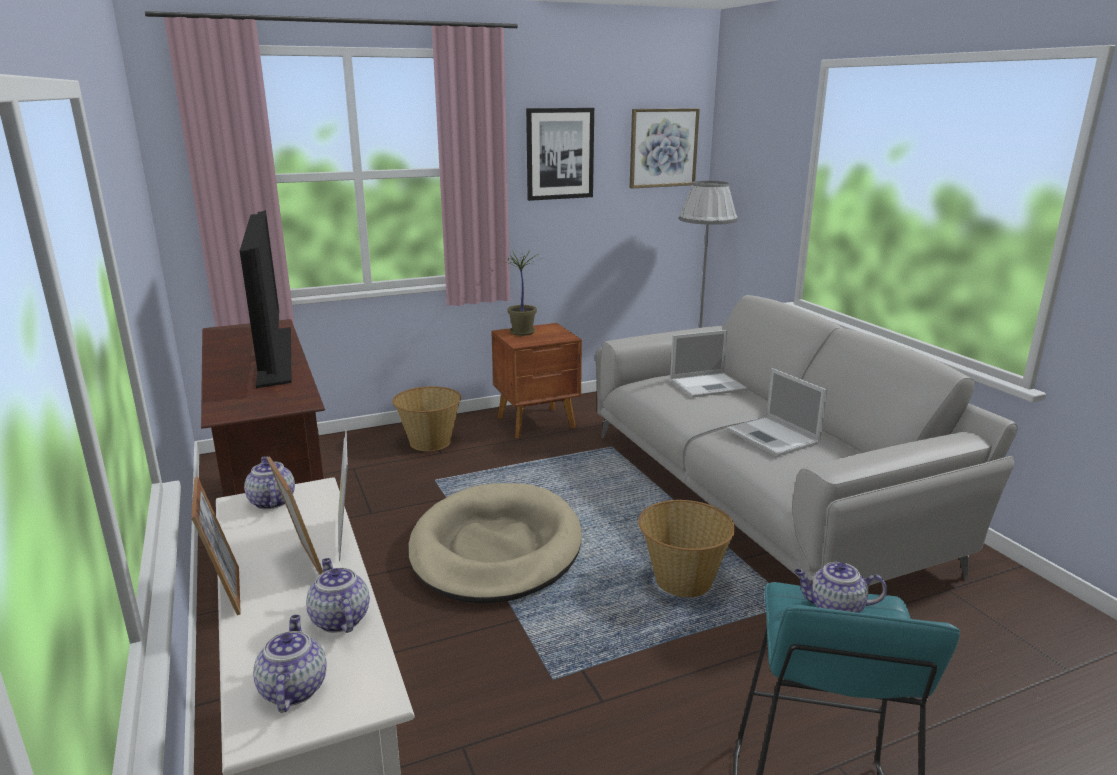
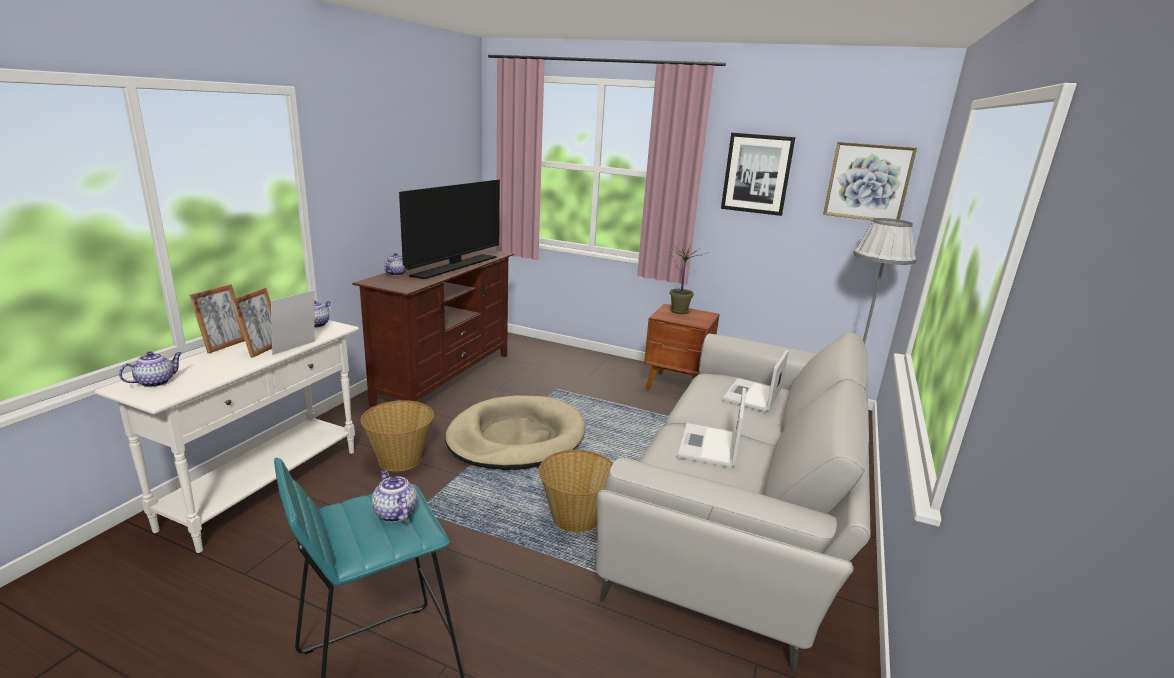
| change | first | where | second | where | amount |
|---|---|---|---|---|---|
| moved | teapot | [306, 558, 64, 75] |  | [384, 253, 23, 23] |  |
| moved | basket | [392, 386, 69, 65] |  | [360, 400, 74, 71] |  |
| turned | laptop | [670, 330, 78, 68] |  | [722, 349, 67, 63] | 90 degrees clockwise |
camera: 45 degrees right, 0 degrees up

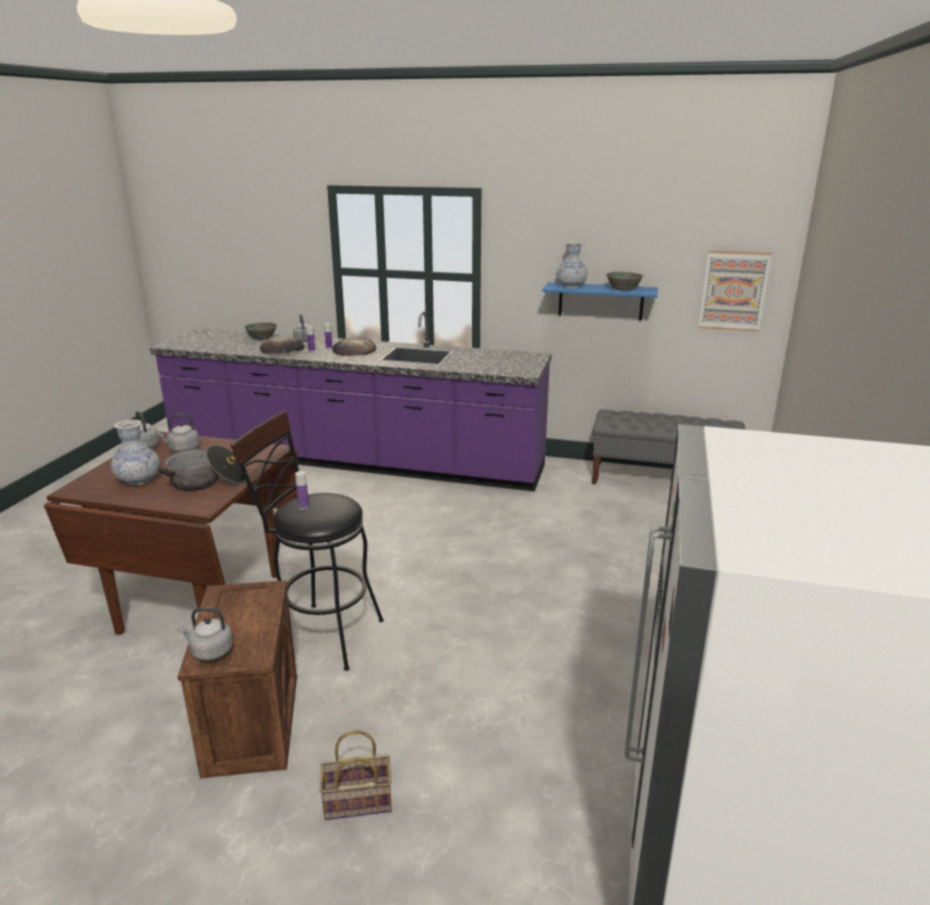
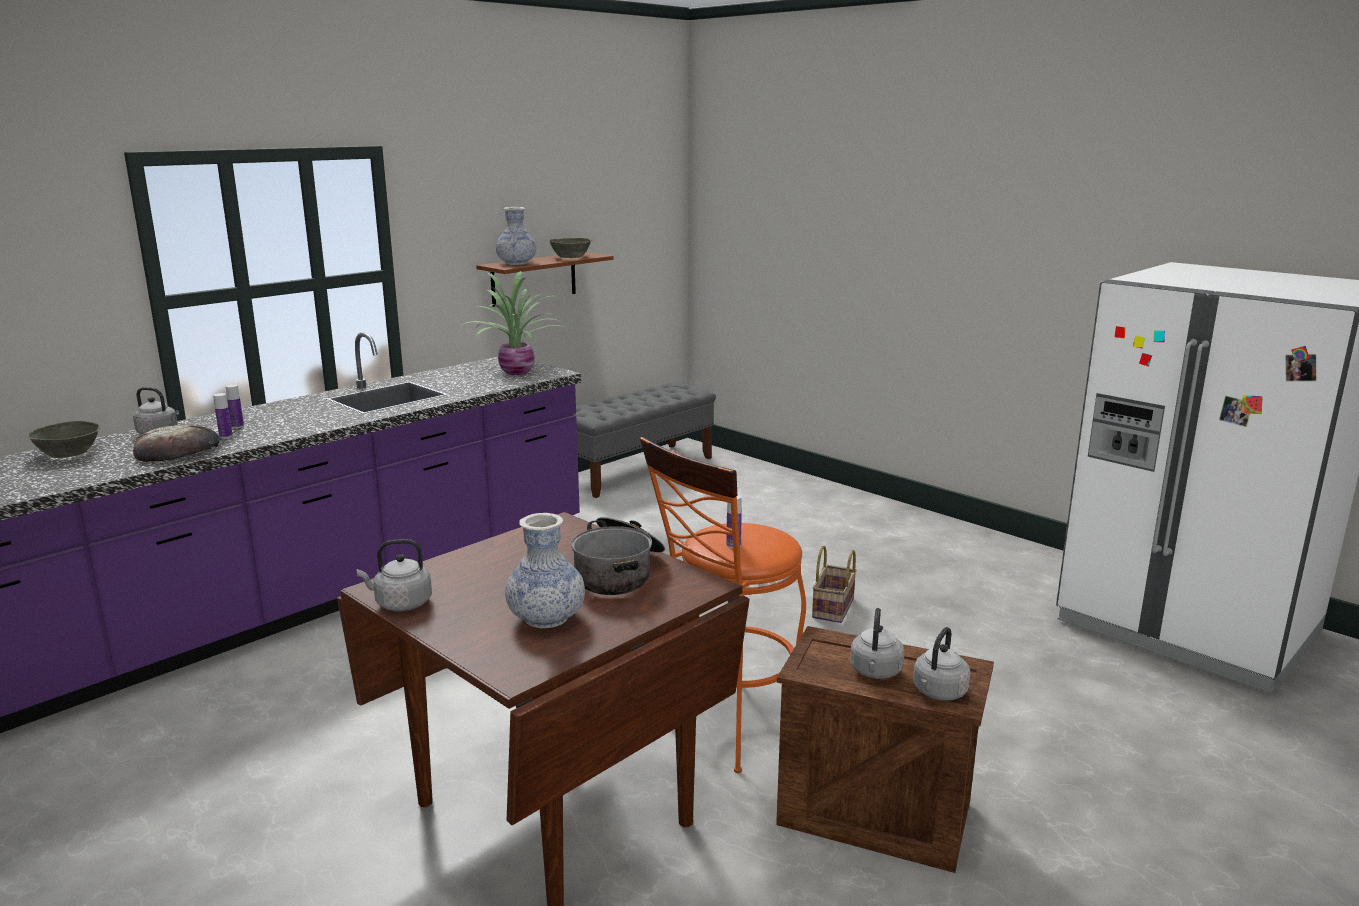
| change | first | where | second | where | amount |
|---|---|---|---|---|---|
| removed | bakery bread | [332, 337, 44, 19] |  |  |  |
| removed | wall picture | [699, 251, 73, 81] |  |  |  |
| added |  |  | houseplant | [458, 271, 109, 104] |  |
| moved | tea kettle/gray | [157, 414, 43, 38] |  | [850, 608, 54, 71] |  |
| moved | basket | [320, 730, 72, 90] |  | [812, 546, 45, 77] |  |
| recoloured | sitting stool/black | [230, 411, 154, 260] | sitting stool/orange | [640, 437, 166, 336] |  |
| recoloured | bracket shelf/blue | [542, 282, 116, 39] | bracket shelf/brownish | [476, 252, 137, 55] |  |
camera: 60 degrees left, 5 degrees down

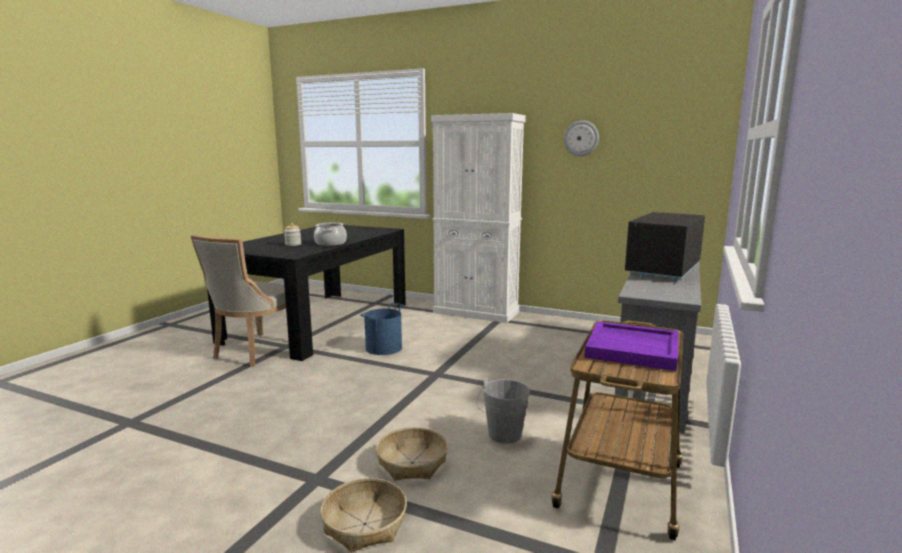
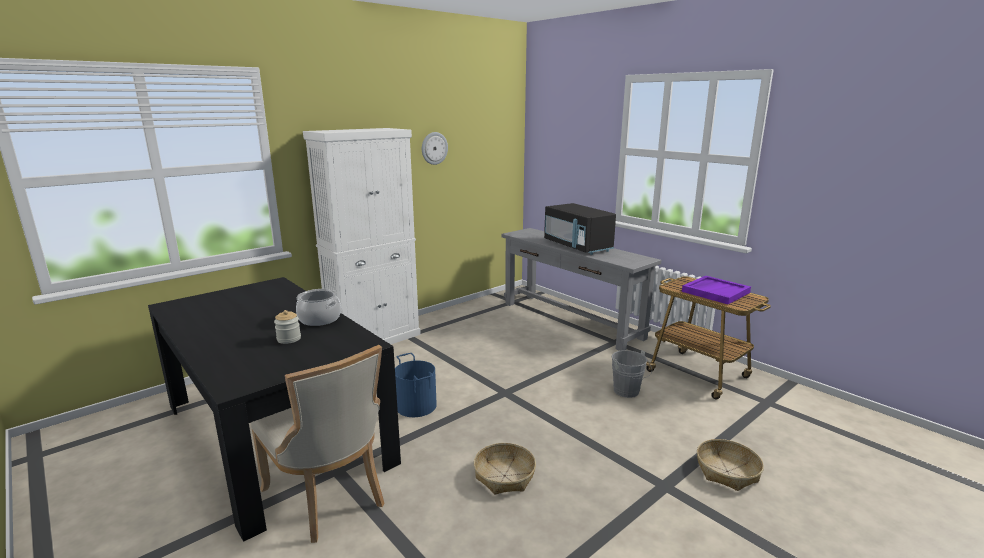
| change | first | where | second | where | amount |
|---|---|---|---|---|---|
| moved | basket | [376, 427, 72, 54] |  | [474, 443, 62, 52] |  |
camera: 65 degrees left, 5 degrees up

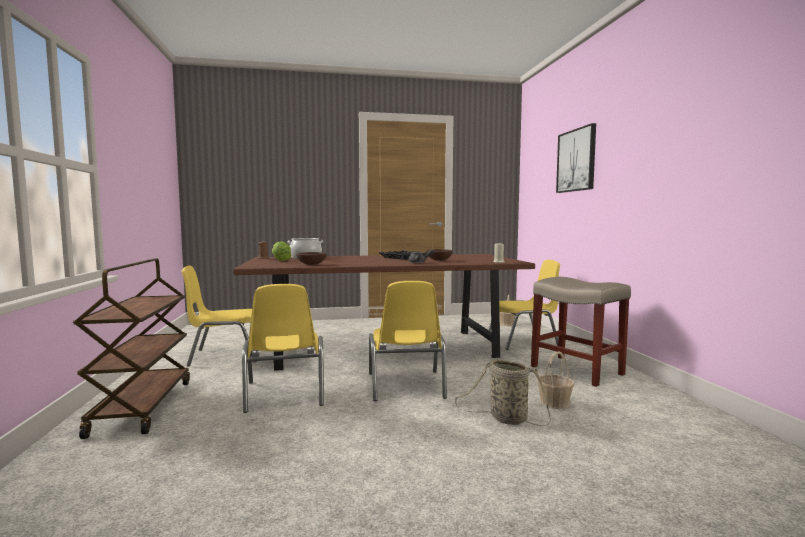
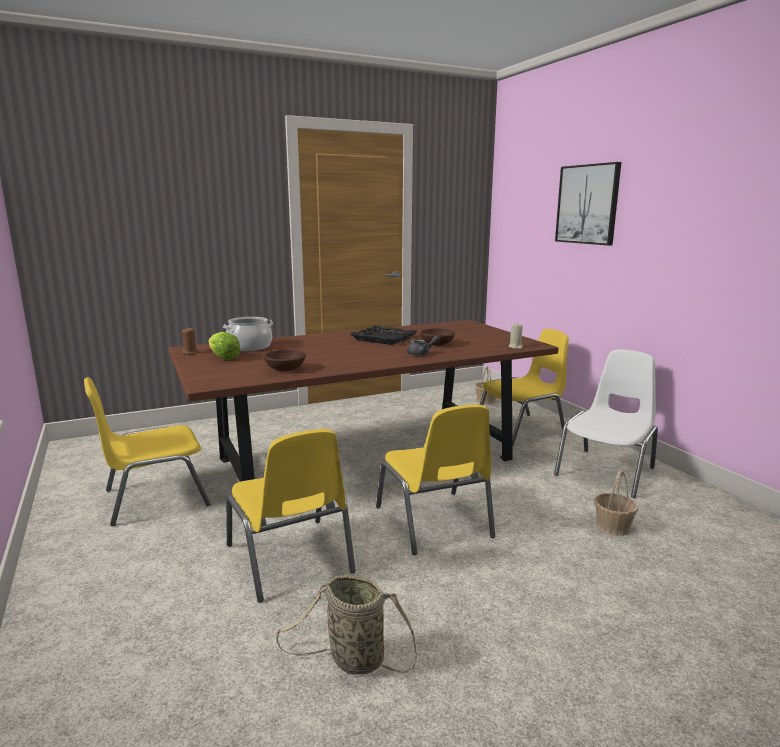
| change | first | where | second | where | amount |
|---|---|---|---|---|---|
| removed | cart/brownish | [73, 258, 117, 181] |  |  |  |
| moved | basket | [455, 360, 96, 66] |  | [276, 575, 141, 100] |  |
| replaced | sitting stool/sand-coloured | [531, 277, 100, 110] | plain chair/whitish | [554, 349, 104, 149] |  |
camera: 15 degrees left, 10 degrees up

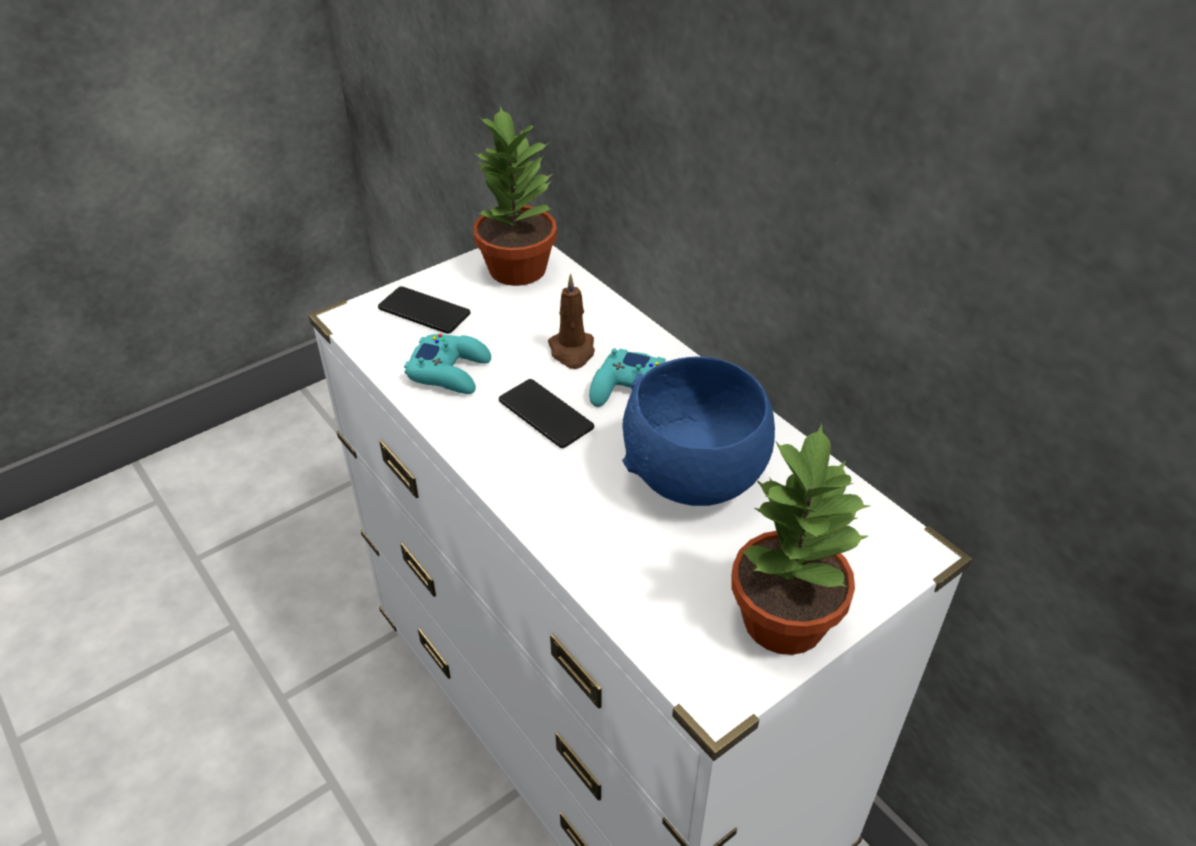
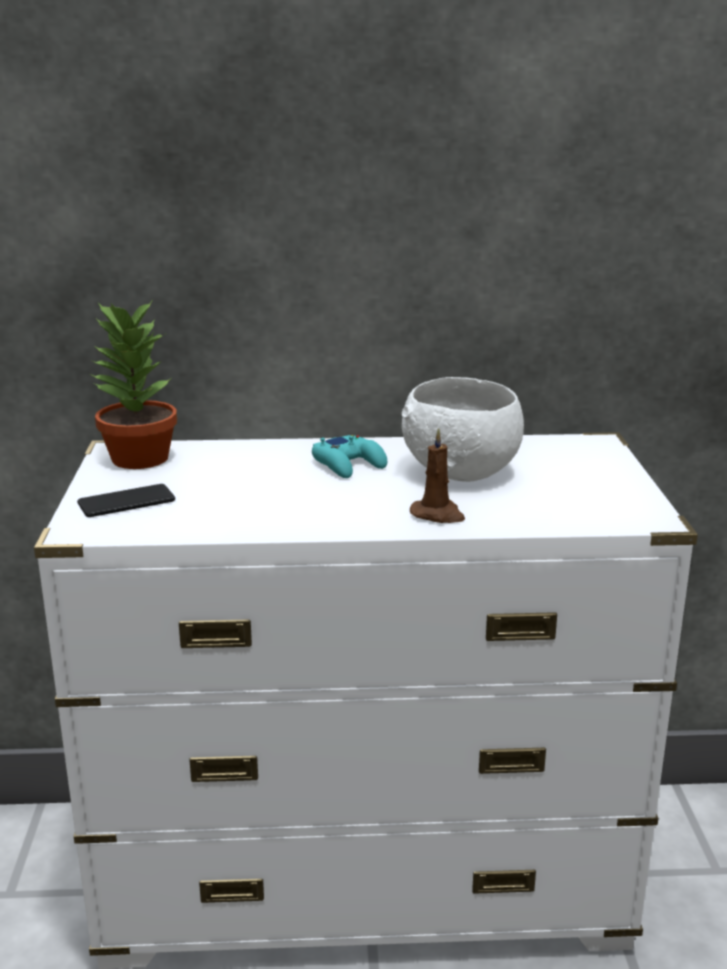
| change | first | where | second | where | amount |
|---|---|---|---|---|---|
| removed | joypad/blue-green | [404, 334, 87, 60] |  |  |  |
| removed | phone | [499, 379, 95, 69] |  |  |  |
| removed | houseplant | [732, 424, 139, 231] |  |  |  |
| moved | candle/brownish | [548, 274, 47, 95] |  | [410, 428, 55, 95] |  |
| recoloured | bowl/blue | [622, 357, 153, 149] | bowl/whitish | [402, 377, 122, 105] |  |
camera: 55 degrees left, 20 degrees down

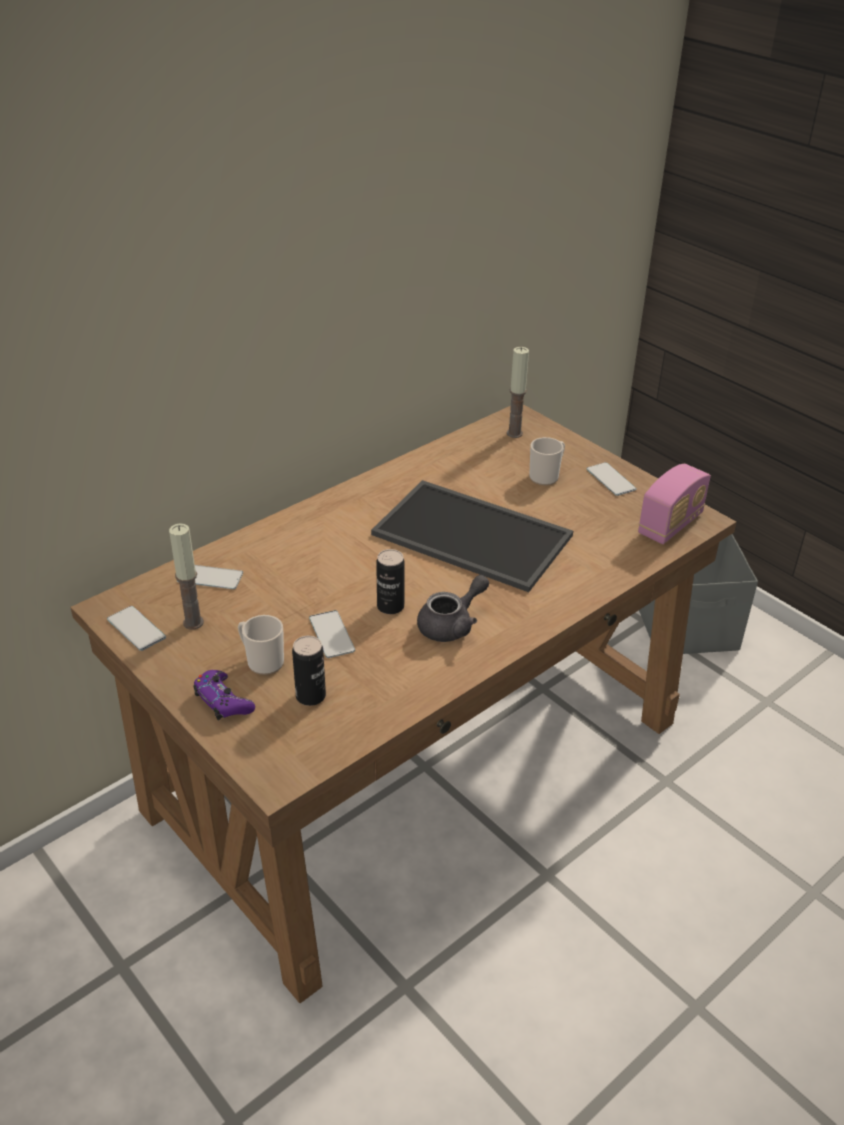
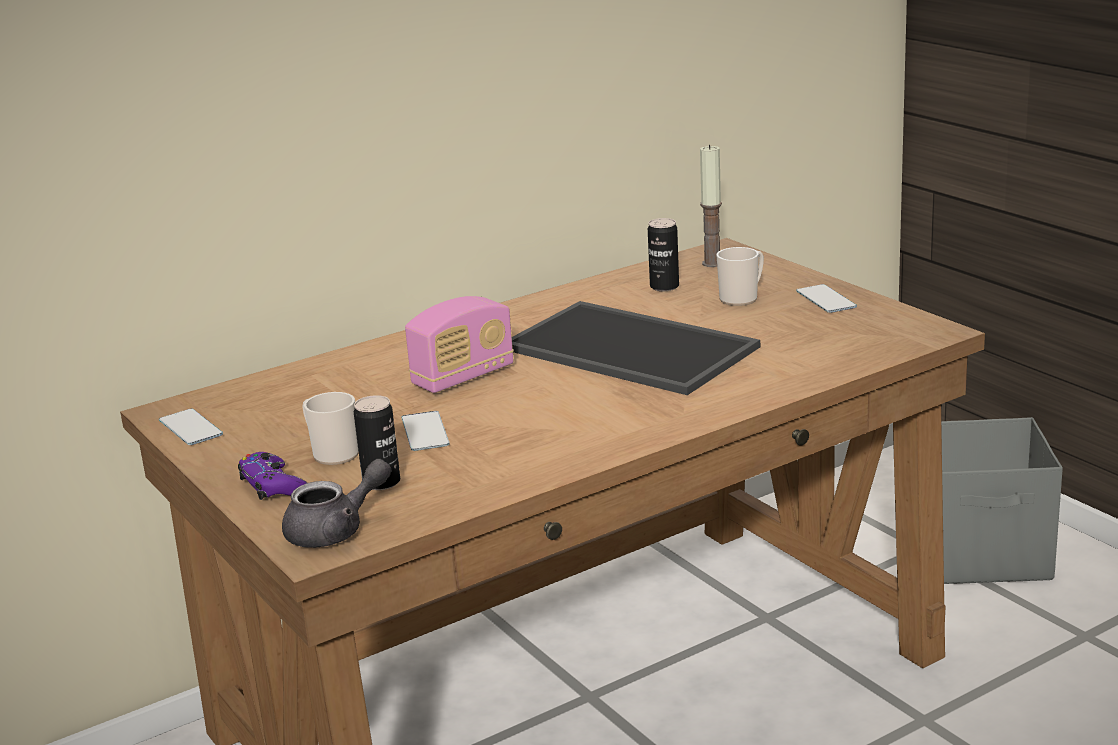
| change | first | where | second | where | amount |
|---|---|---|---|---|---|
| removed | candle | [169, 523, 35, 107] |  |  |  |
| removed | phone | [177, 565, 66, 24] |  |  |  |
| moved | metal can | [376, 549, 29, 65] |  | [648, 218, 31, 73] |  |
| moved | teapot/gray | [417, 575, 72, 67] |  | [282, 459, 109, 89] |  |
| moved | radio | [638, 464, 73, 80] |  | [405, 296, 109, 97] |  |
camera: 10 degrees right, 15 degrees down

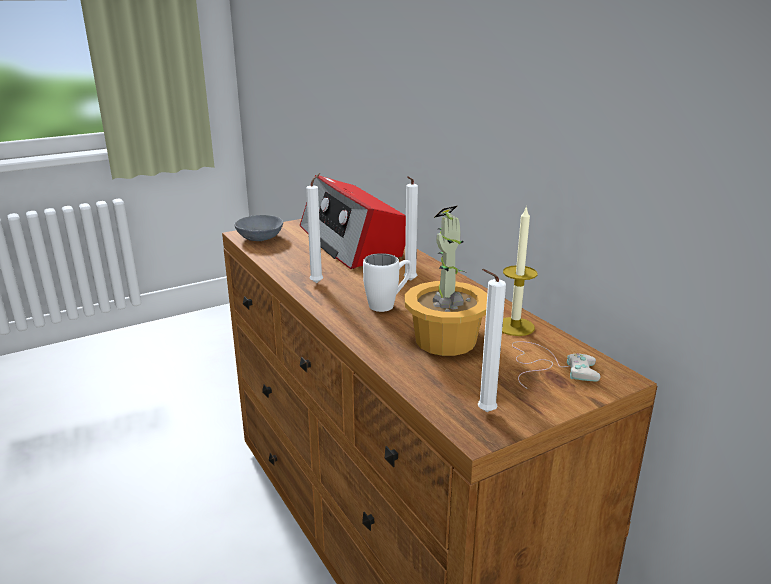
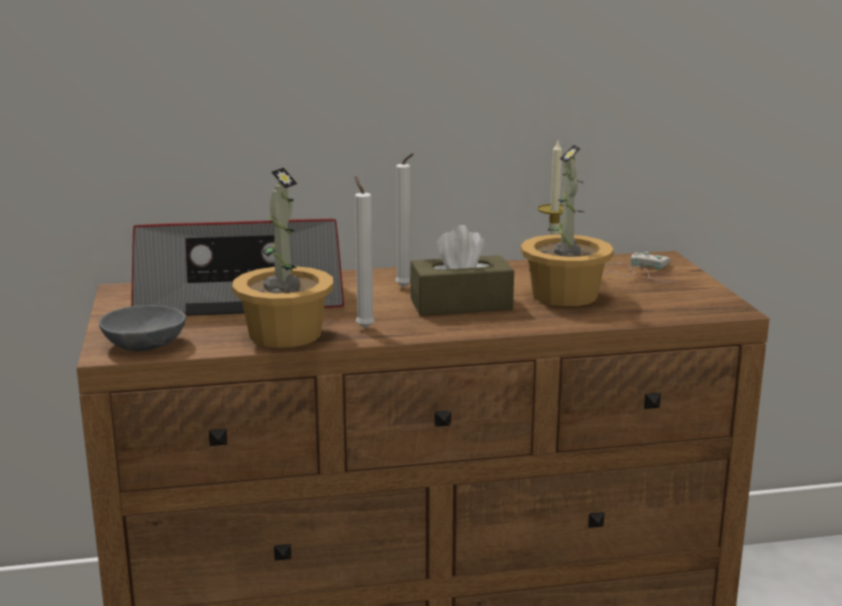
| change | first | where | second | where | amount |
|---|---|---|---|---|---|
| removed | candle/whitish | [478, 269, 28, 143] |  |  |  |
| added |  |  | houseplant | [232, 168, 101, 180] |  |
| replaced | coffee mug/whitish | [363, 253, 49, 59] | box of tissues/brownish | [410, 225, 104, 91] |  |
camera: 70 degrees left, 5 degrees down

